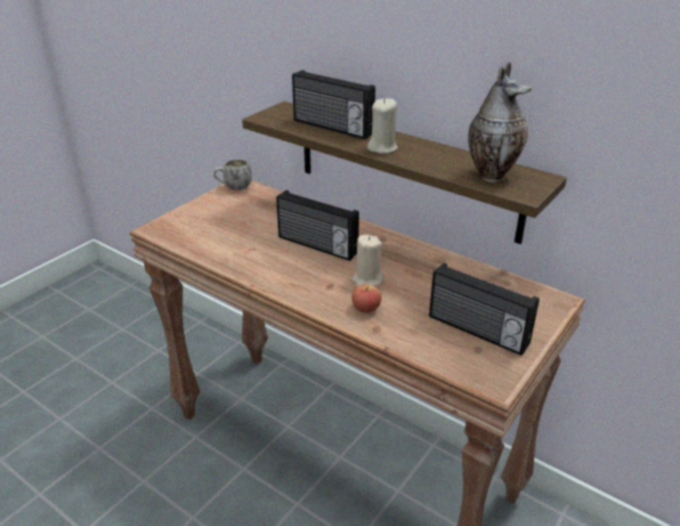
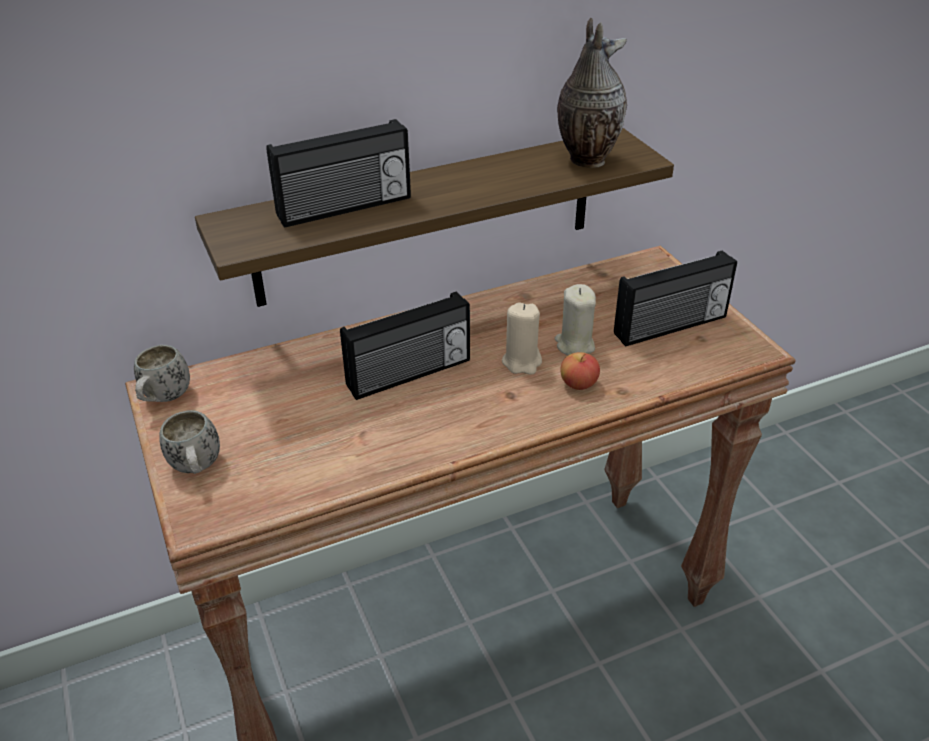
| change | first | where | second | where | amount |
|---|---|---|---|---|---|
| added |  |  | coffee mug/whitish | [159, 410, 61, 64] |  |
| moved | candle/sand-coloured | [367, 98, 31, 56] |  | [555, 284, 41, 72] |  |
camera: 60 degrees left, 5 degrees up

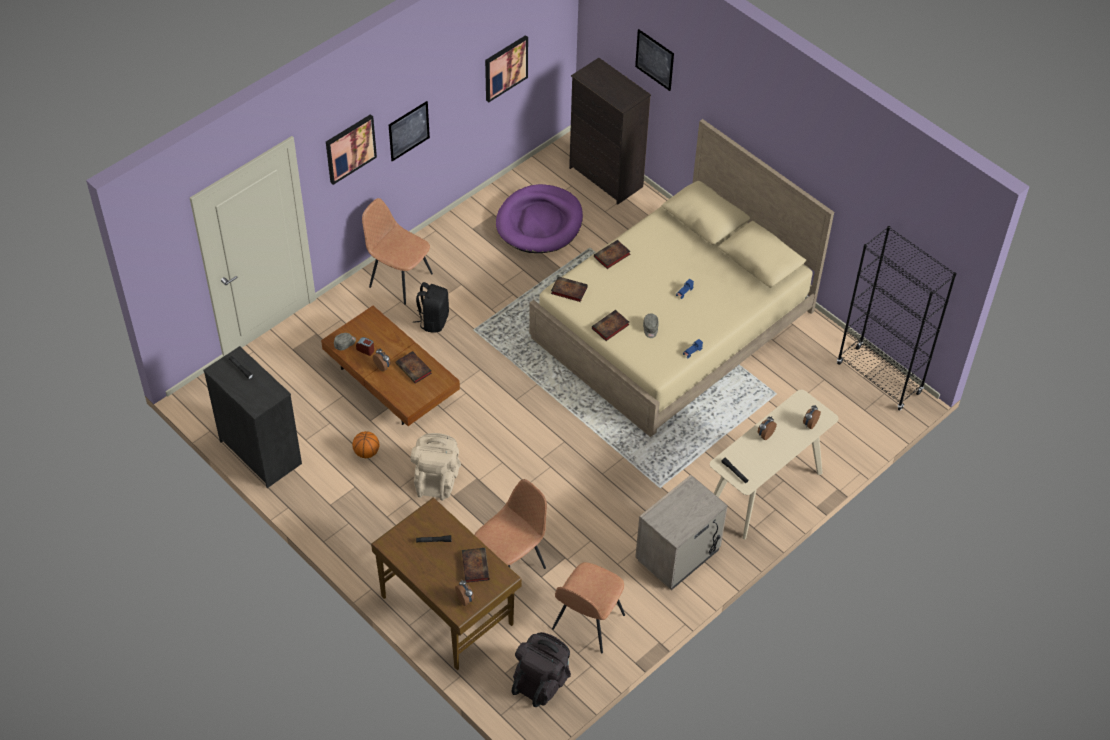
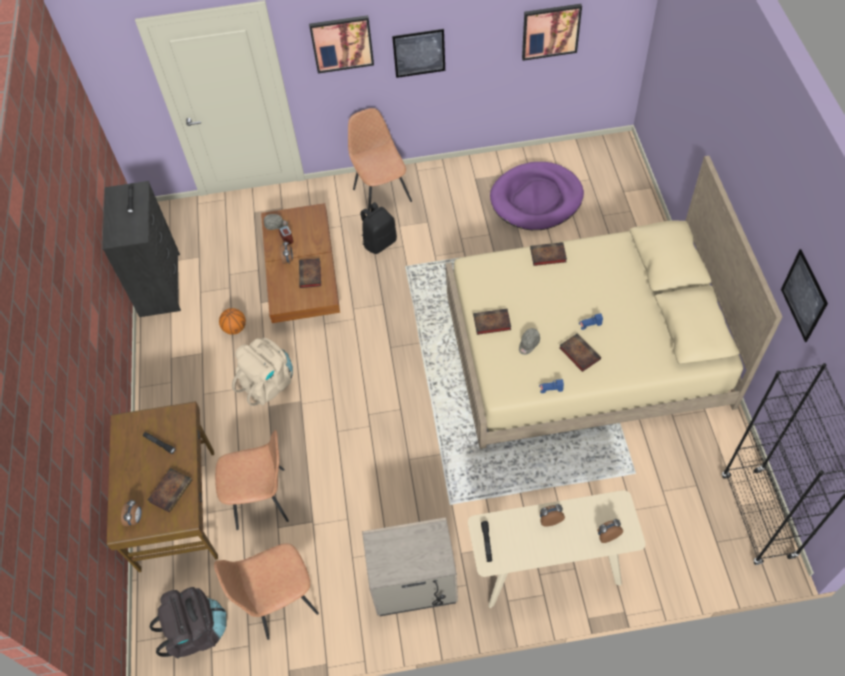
| change | first | where | second | where | amount |
|---|---|---|---|---|---|
| removed | dresser/black | [569, 58, 82, 147] |  |  |  |
| moved | volume | [551, 276, 37, 26] |  | [559, 333, 42, 39] |  |
| moved | wall picture | [635, 29, 39, 62] |  | [781, 249, 47, 93] |  |
camera: 40 degrees right, 5 degrees up

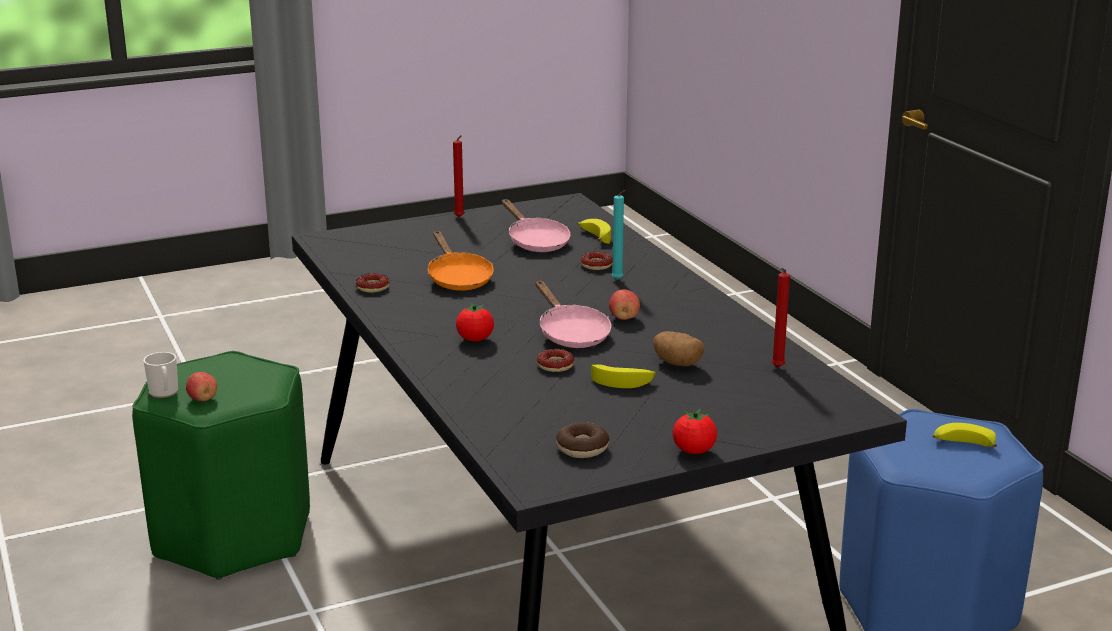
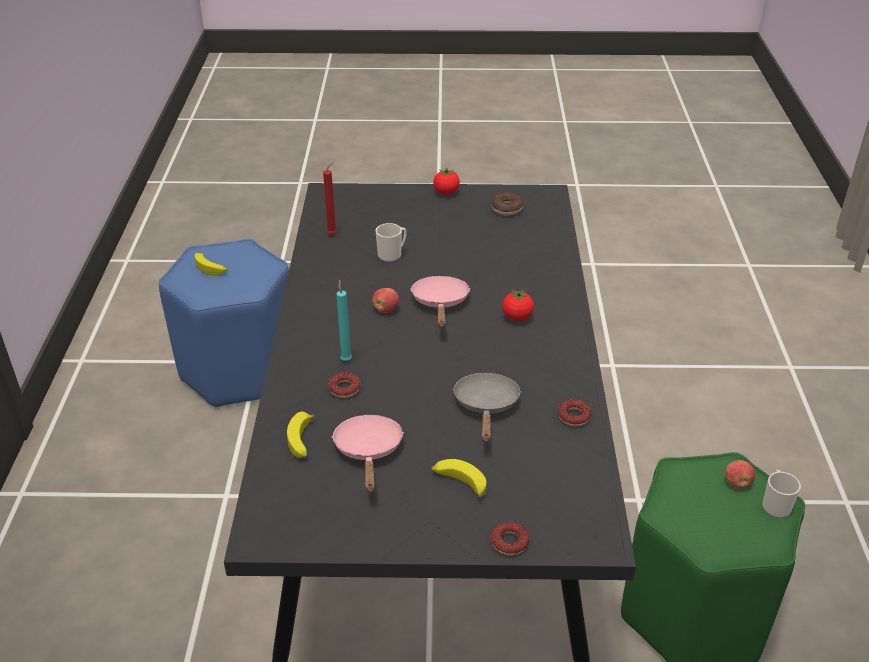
| change | first | where | second | where | amount |
|---|---|---|---|---|---|
| removed | candle/red-coloured | [453, 135, 12, 82] |  |  |  |
| moved | donut | [537, 349, 37, 23] |  | [491, 521, 38, 34] |  |
| moved | banana | [591, 365, 65, 23] |  | [431, 459, 56, 39] |  |
| replaced | potato | [653, 331, 52, 35] | coffee mug | [376, 223, 31, 39] |  |
| recoloured | frying pan/orange | [428, 231, 66, 60] | frying pan/gray | [453, 373, 69, 69] |  |
camera: 155 degrees left, 15 degrees up

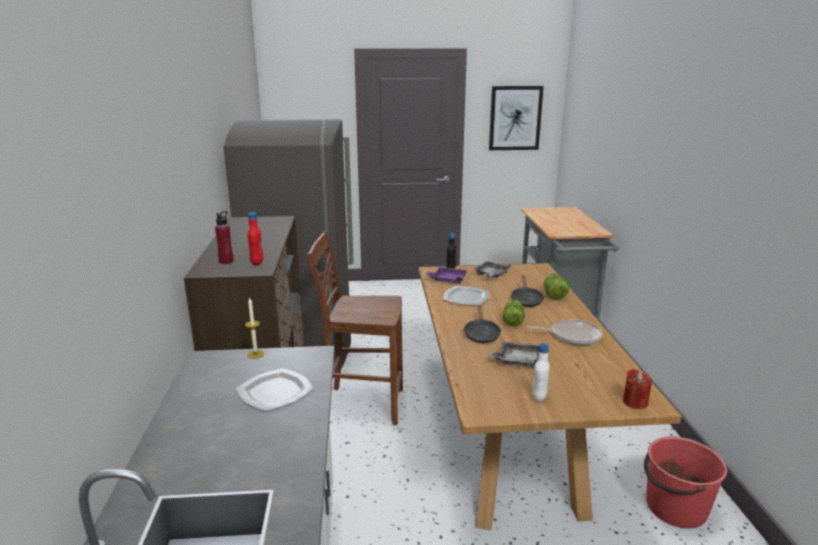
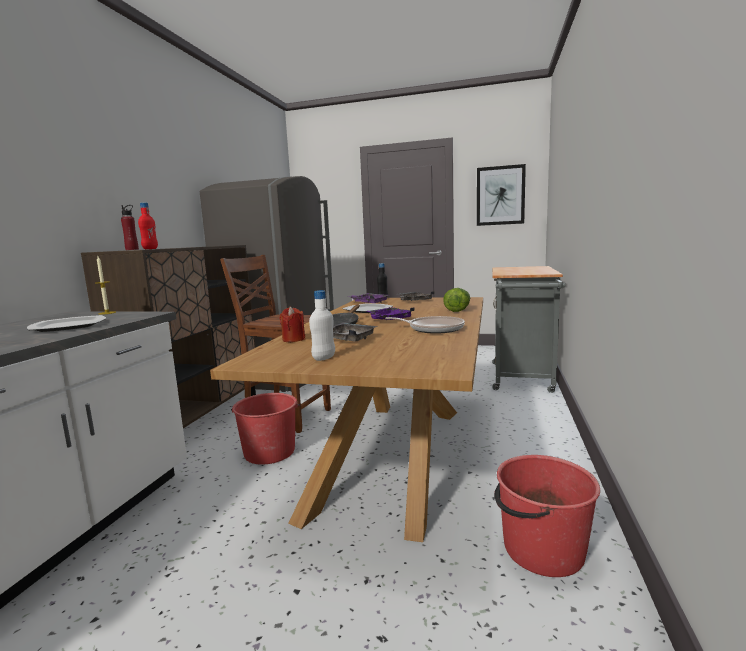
| change | first | where | second | where | amount |
|---|---|---|---|---|---|
| removed | frying pan/black | [511, 276, 33, 31] |  |  |  |
| added |  |  | water bucket/red-coloured | [231, 393, 69, 72] |  |
| moved | candle/red-coloured | [623, 369, 29, 40] |  | [279, 307, 26, 35] |  |
| replaced | lettuce head | [503, 300, 22, 26] | serving tray/purplish | [367, 307, 48, 13] |  |
camera: 20 degrees right, 10 degrees down

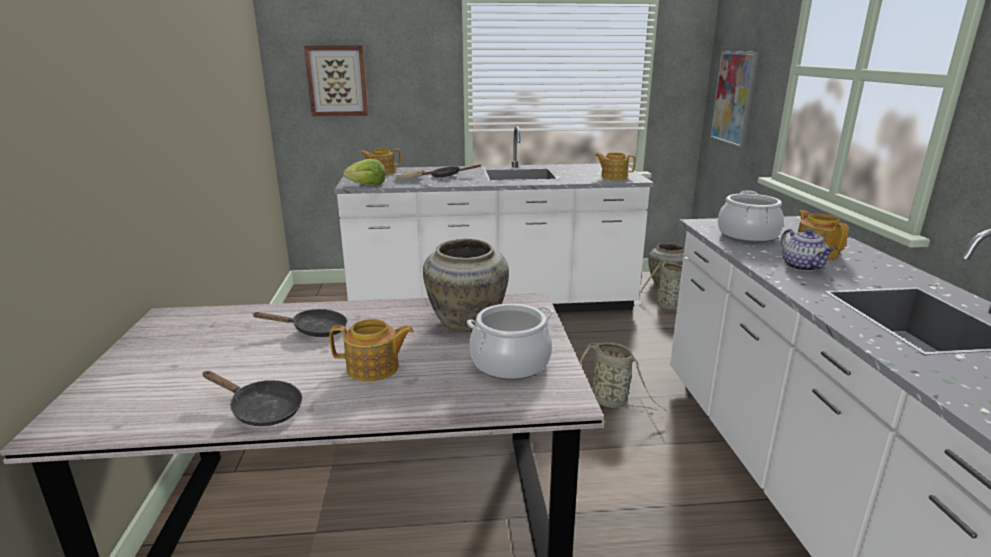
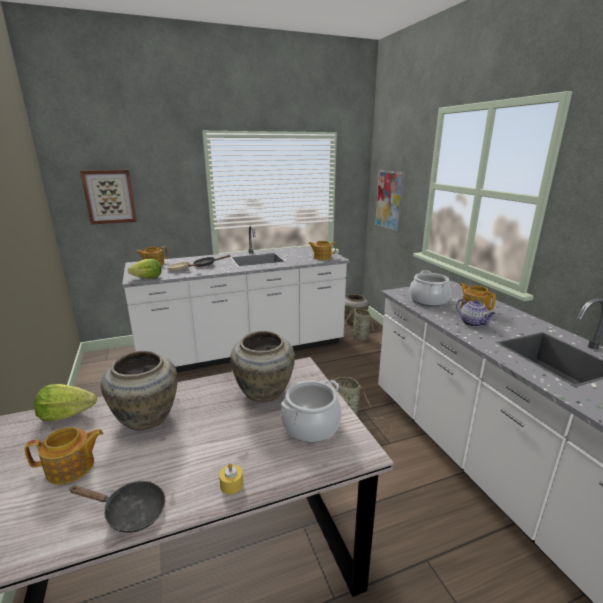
| change | first | where | second | where | amount |
|---|---|---|---|---|---|
| added |  |  | lettuce head | [34, 384, 63, 37] |  |
| added |  |  | candle/yellow-coloured | [219, 463, 24, 31] |  |
| moved | teapot | [330, 319, 84, 63] |  | [24, 427, 79, 58] |  |
| replaced | frying pan/black | [252, 309, 95, 28] | decorative vase/sand-coloured | [101, 351, 77, 79] |  |
camera: 15 degrees left, 0 degrees up

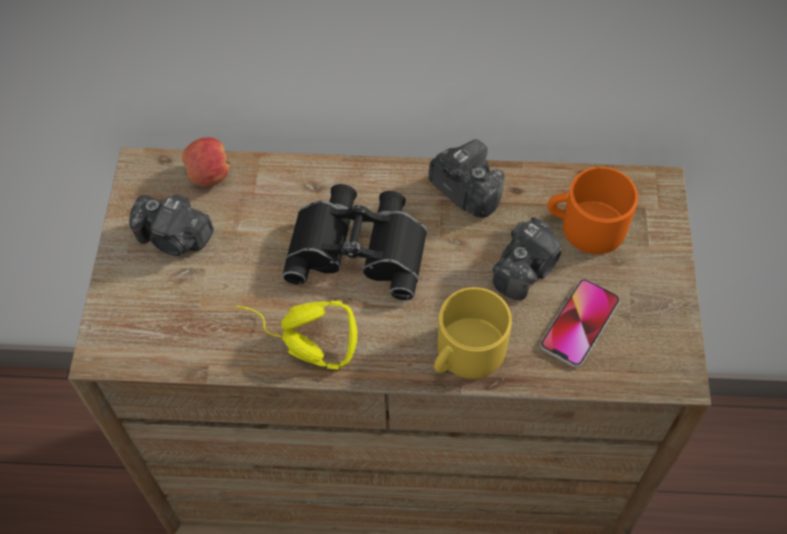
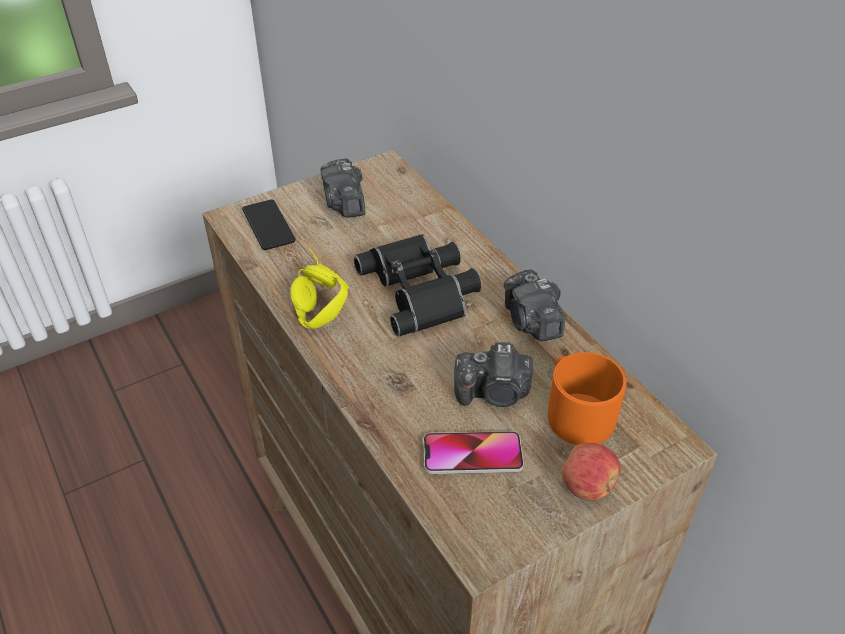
| change | first | where | second | where | amount |
|---|---|---|---|---|---|
| removed | coffee mug/yellow-coloured | [434, 287, 78, 92] |  |  |  |
| added |  |  | phone | [242, 199, 54, 51] |  |
| moved | whole apple | [182, 137, 49, 50] |  | [561, 443, 60, 58] |  |
| turned | photo camera | [428, 139, 76, 79] |  | [504, 269, 61, 72] | 150 degrees clockwise |
camera: 55 degrees right, 15 degrees down

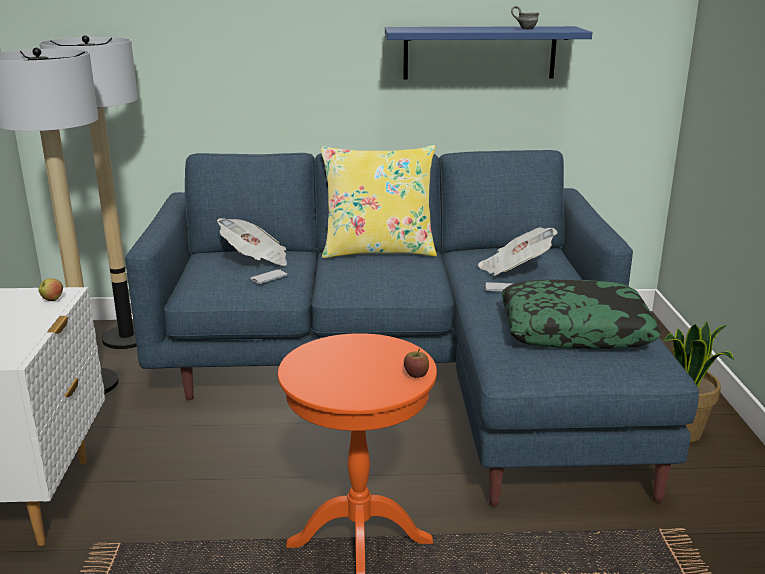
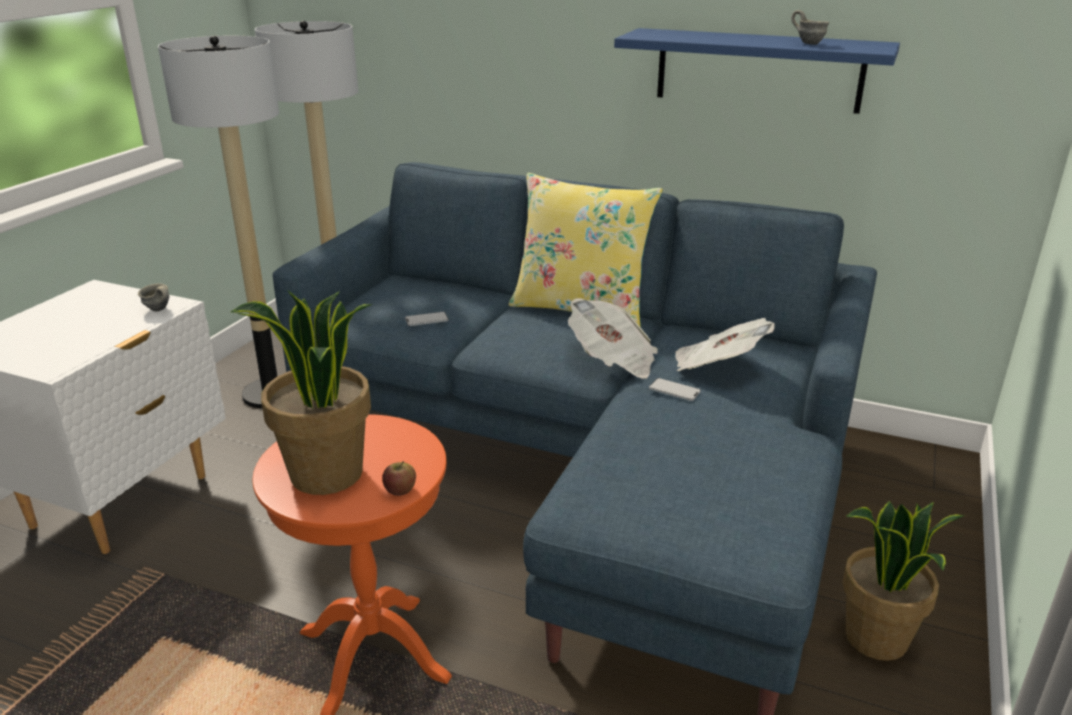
| change | first | where | second | where | amount |
|---|---|---|---|---|---|
| removed | throw pillow | [501, 280, 160, 69] |  |  |  |
| added |  |  | houseplant | [231, 291, 142, 204] |  |
| moved | newspaper | [217, 218, 70, 48] |  | [568, 298, 90, 81] |  |
| replaced | whole apple | [38, 278, 25, 23] | coffee mug/gray | [138, 283, 32, 28] |  |
camera: 25 degrees right, 5 degrees up

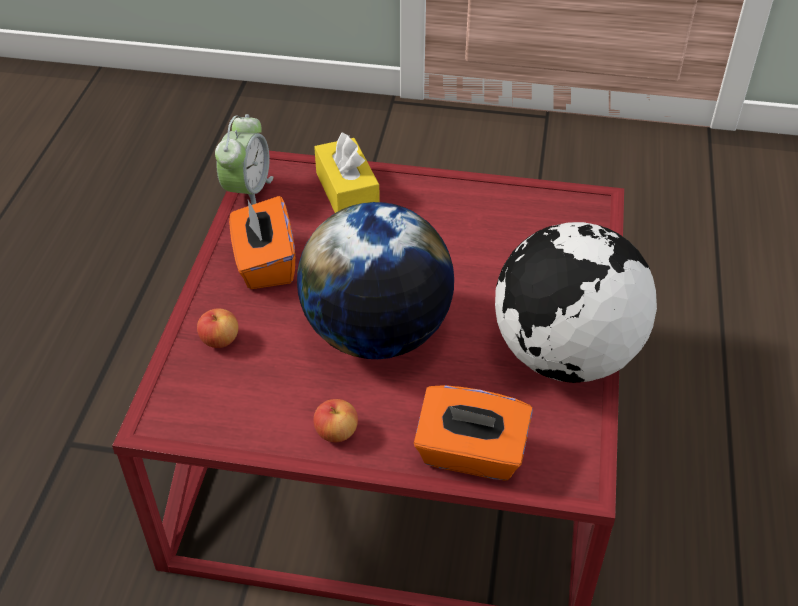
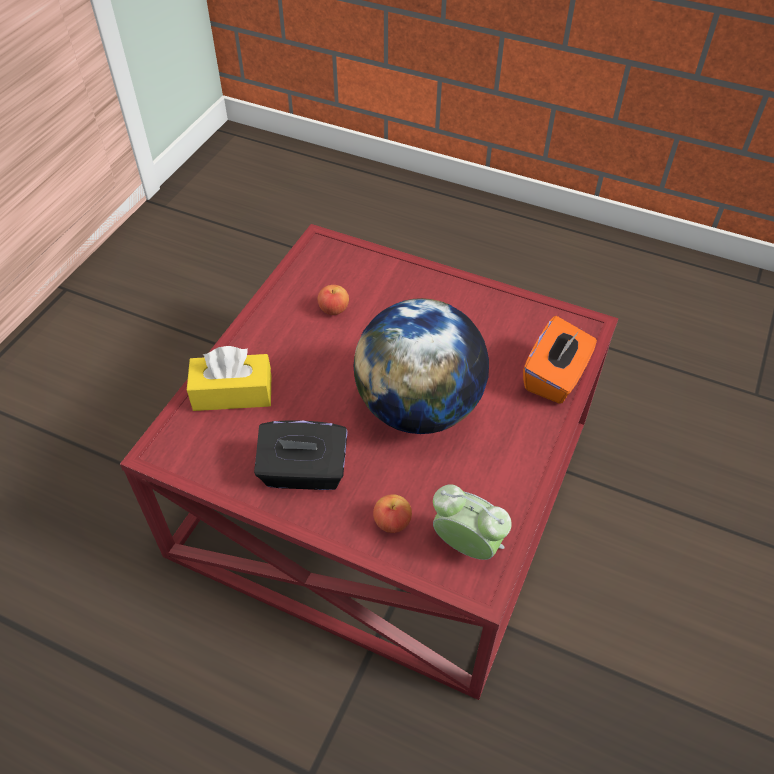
| change | first | where | second | where | amount |
|---|---|---|---|---|---|
| removed | desk globe | [495, 222, 162, 161] |  |  |  |
| moved | bedside clock | [215, 114, 58, 91] |  | [433, 484, 79, 76] |  |
| moved | whole apple | [313, 399, 45, 43] |  | [318, 285, 31, 30] |  |
| recoloured | box of tissues/orange | [229, 196, 66, 93] | box of tissues/black | [254, 420, 94, 70] |  |
camera: 75 degrees left, 5 degrees up

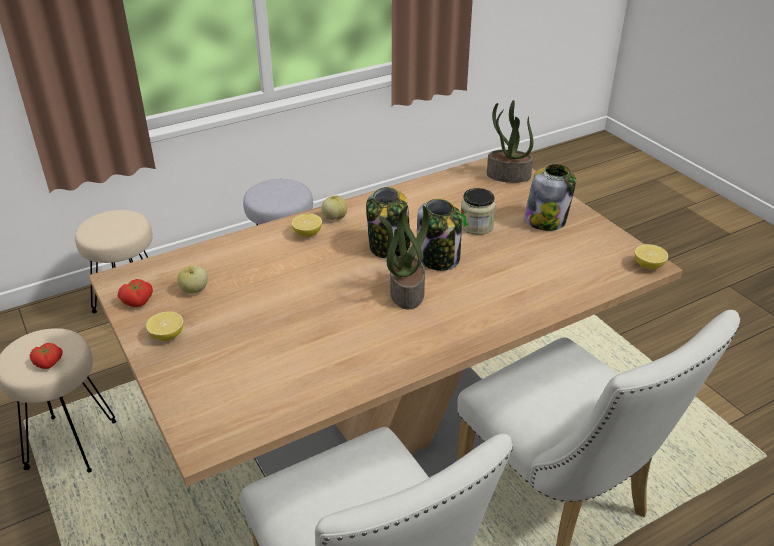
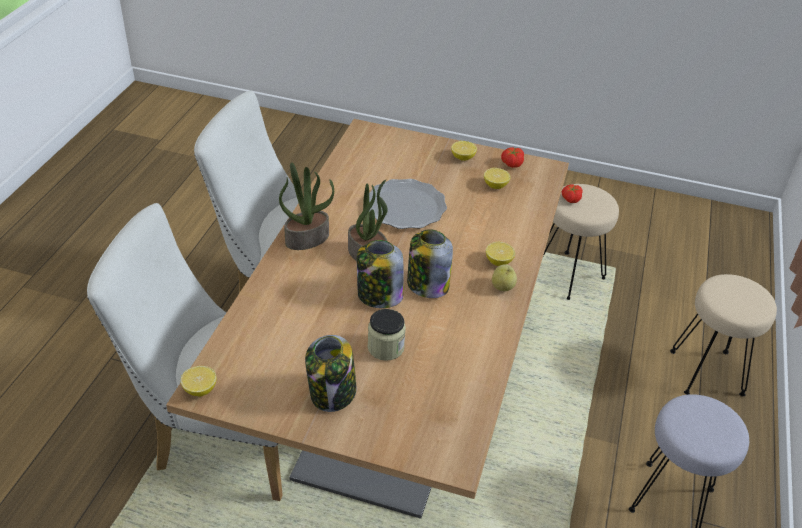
| change | first | where | second | where | amount |
|---|---|---|---|---|---|
| added |  |  | dinner plate | [369, 179, 78, 50] |  |
| moved | houseplant | [487, 100, 46, 83] |  | [279, 162, 55, 88] |  |
| replaced | whole apple | [177, 266, 31, 28] | lemon | [484, 168, 27, 21] |  |
camera: 135 degrees right, 5 degrees up

